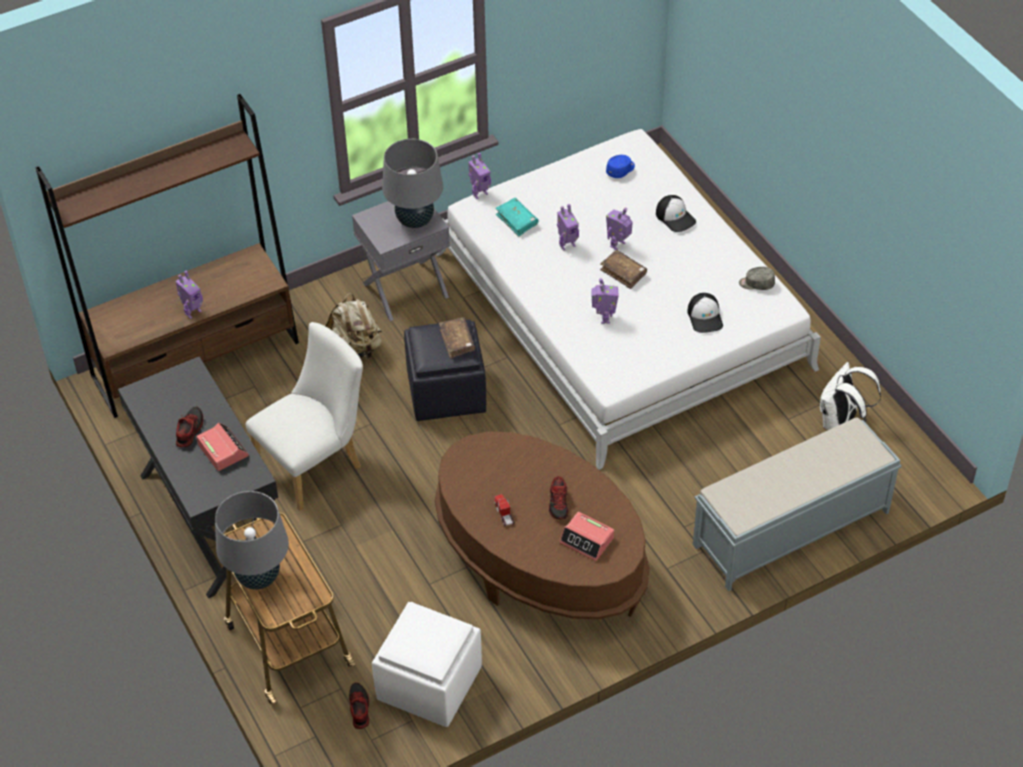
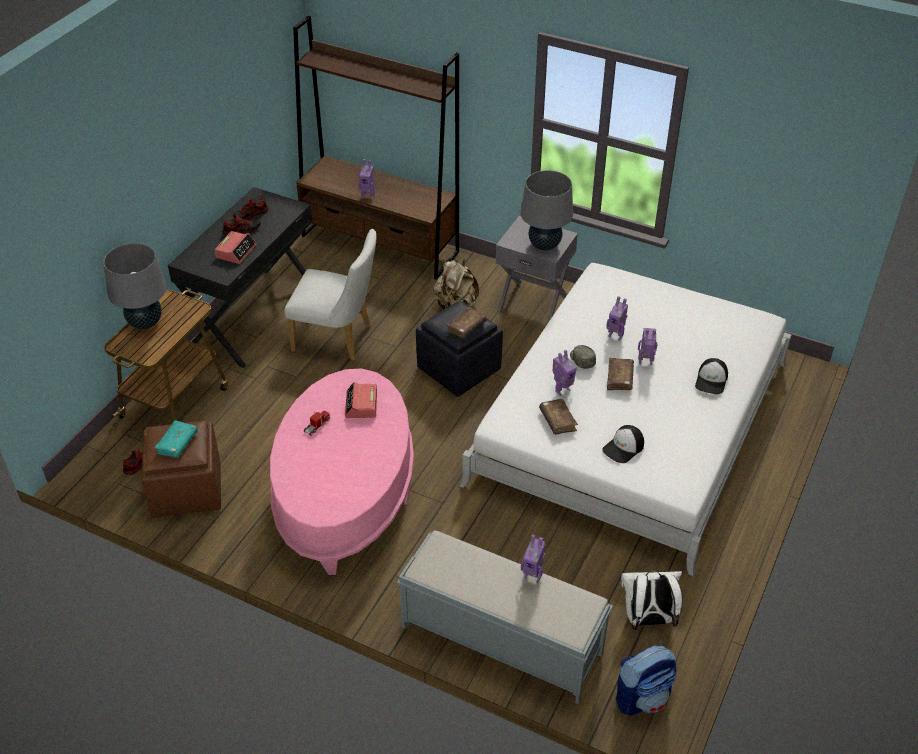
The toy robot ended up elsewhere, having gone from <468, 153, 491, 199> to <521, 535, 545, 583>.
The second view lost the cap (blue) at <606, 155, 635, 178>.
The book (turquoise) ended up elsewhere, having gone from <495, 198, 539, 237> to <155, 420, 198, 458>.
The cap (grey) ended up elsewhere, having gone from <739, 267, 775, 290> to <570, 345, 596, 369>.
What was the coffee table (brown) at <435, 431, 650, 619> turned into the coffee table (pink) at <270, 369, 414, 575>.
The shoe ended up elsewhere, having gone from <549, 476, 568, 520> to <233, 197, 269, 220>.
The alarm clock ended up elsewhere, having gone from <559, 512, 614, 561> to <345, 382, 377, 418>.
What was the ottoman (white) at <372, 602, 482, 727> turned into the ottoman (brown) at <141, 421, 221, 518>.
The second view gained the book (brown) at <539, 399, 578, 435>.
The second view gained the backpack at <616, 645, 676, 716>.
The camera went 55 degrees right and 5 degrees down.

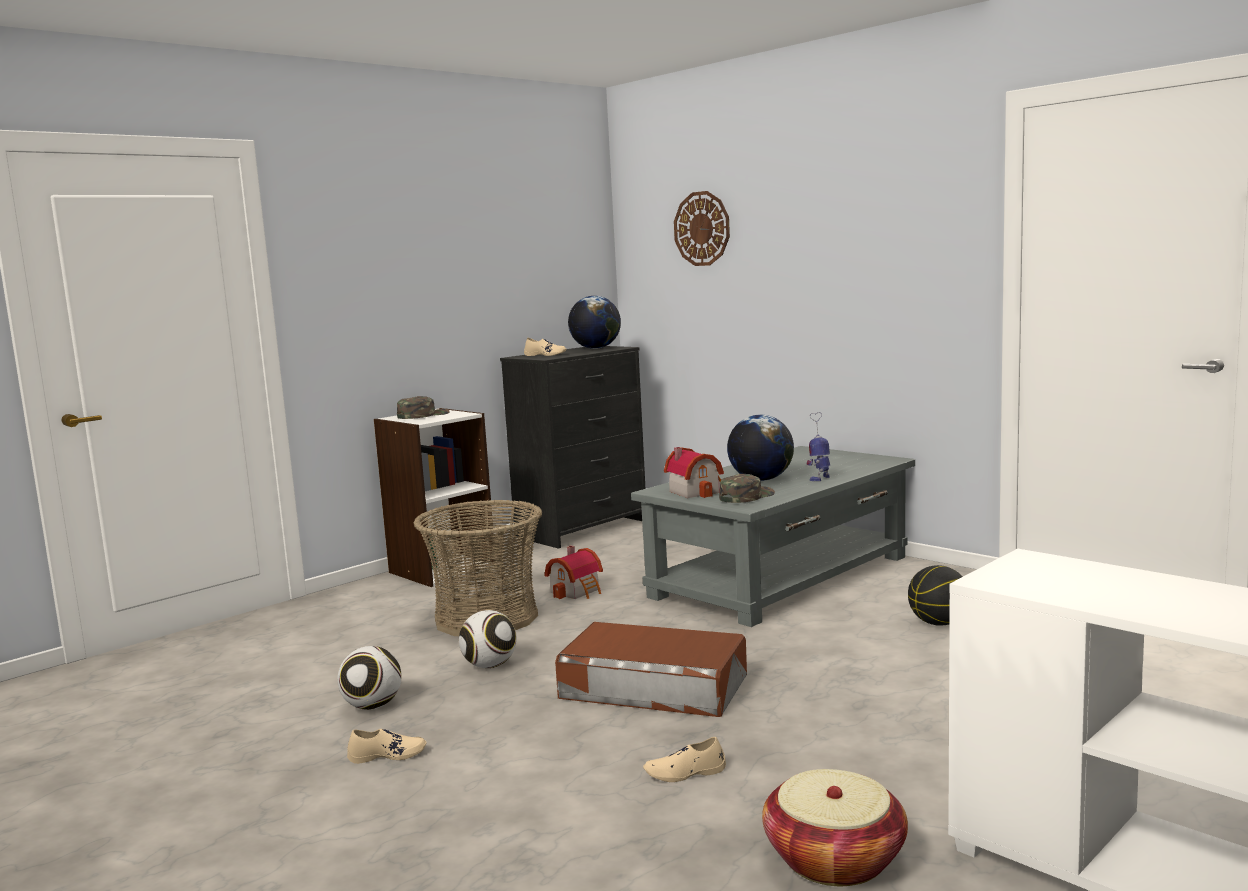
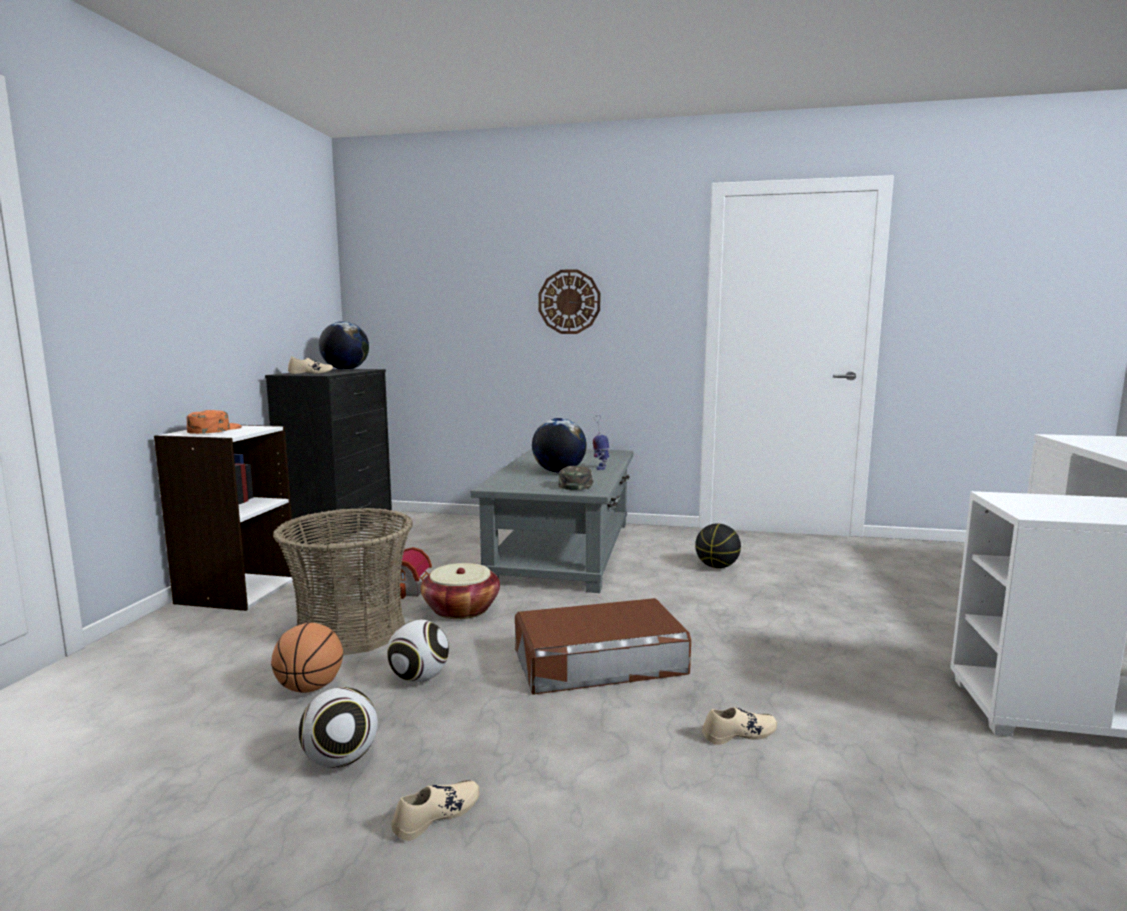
The wall clock ended up elsewhere, having gone from <674, 191, 730, 266> to <538, 269, 600, 334>.
What was the cap (green) at <397, 396, 450, 419> turned into the cap (orange) at <187, 410, 242, 434>.
The second view lost the toy house at <664, 447, 724, 498>.
The shoe (beige) at <643, 737, 726, 782> ended up facing another way, 150 degrees counterclockwise from before.
The basket ended up elsewhere, having gone from <762, 769, 908, 886> to <421, 563, 500, 619>.
The second view gained the basketball at <271, 623, 343, 693>.
The camera went 35 degrees left and 0 degrees up.

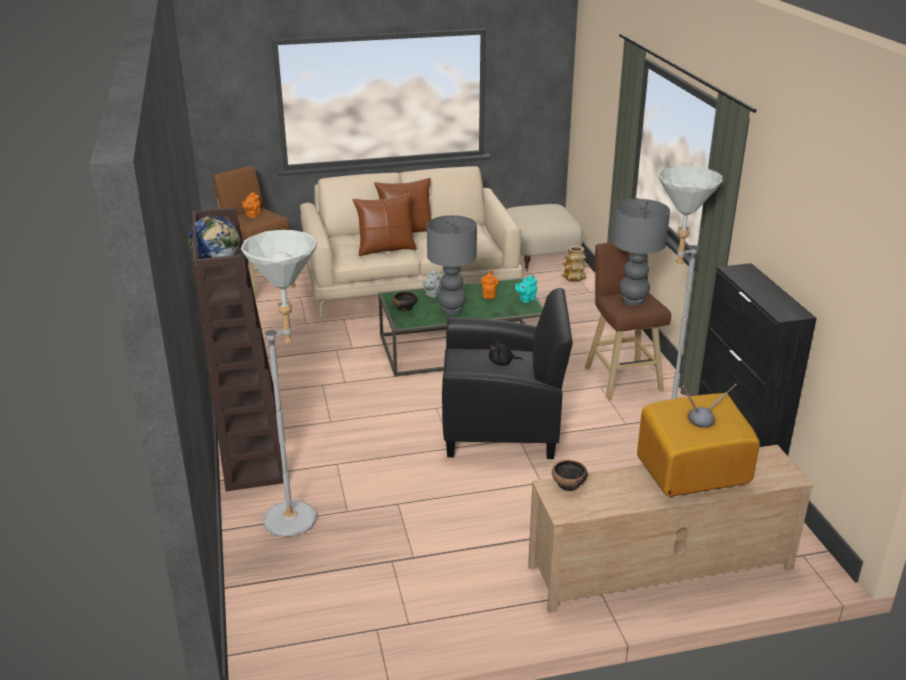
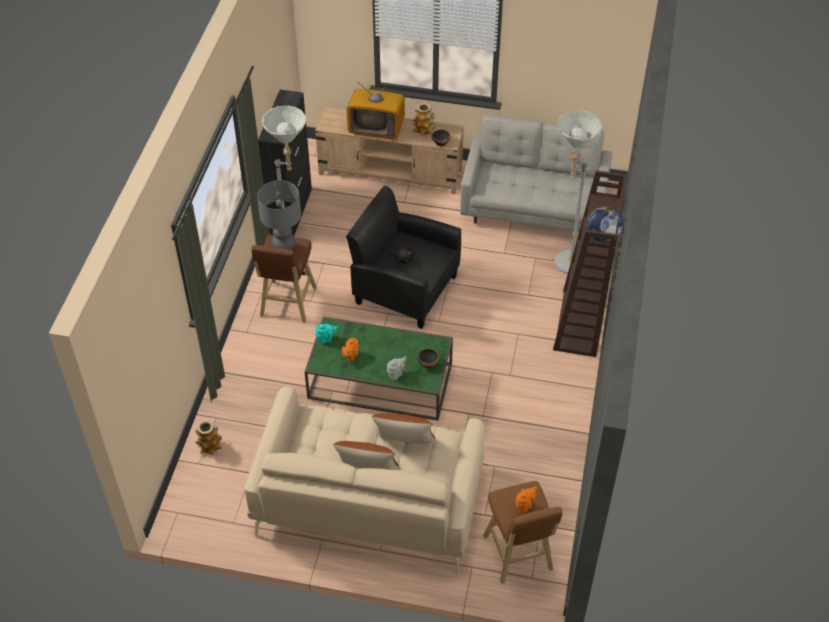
The second view lost the ottoman (beige) at <506, 204, 583, 271>.
The second view lost the table lamp (grey) at <427, 215, 477, 315>.
The second view gained the vase at <413, 103, 436, 135>.
The second view gained the sofa (grey) at <460, 114, 612, 232>.
The camera went 155 degrees left and 20 degrees up.

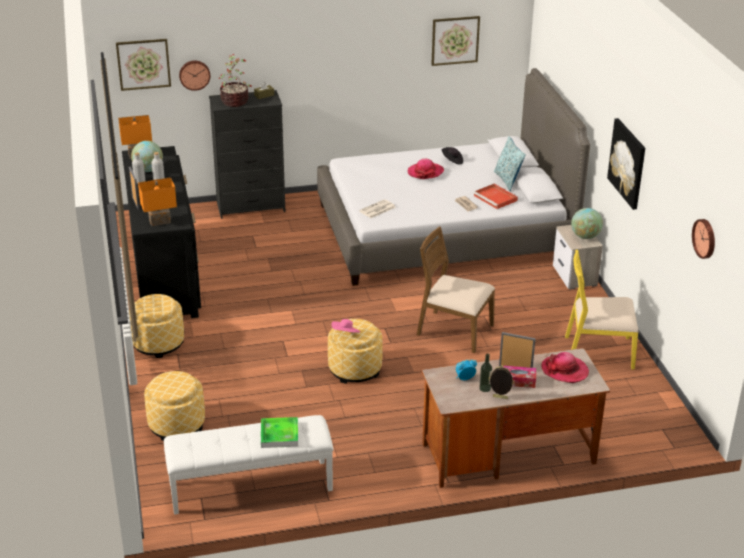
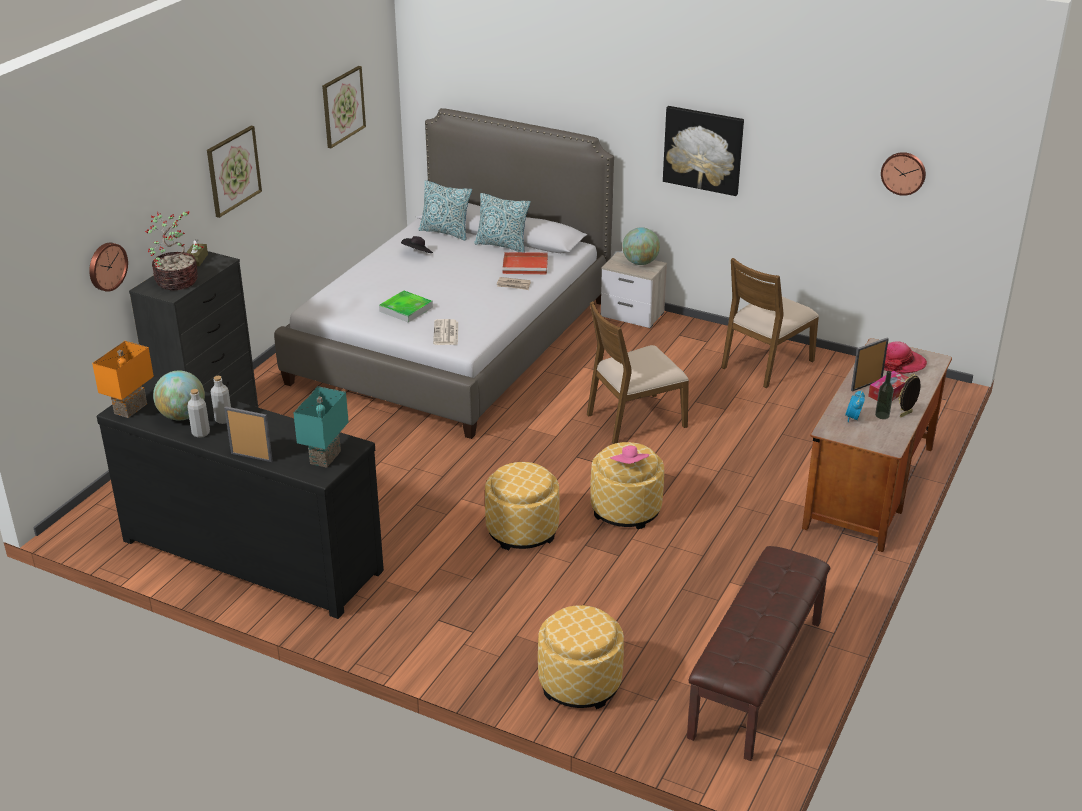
The picture ended up elsewhere, having gone from <116, 39, 171, 91> to <207, 126, 262, 218>.
The second view lost the hat at <408, 159, 444, 179>.
What was the table lamp (orange) at <138, 177, 177, 226> turned into the table lamp (turquoise) at <293, 386, 349, 468>.
What was the chair (yellow) at <565, 250, 639, 370> turned into the chair (brown) at <721, 258, 819, 388>.
The ottoman ended up elsewhere, having gone from <129, 294, 184, 358> to <485, 462, 560, 550>.
What was the bench (white) at <164, 415, 334, 515> turned into the bench (brown) at <687, 546, 830, 761>.
The tray ended up elsewhere, having gone from <261, 417, 298, 448> to <379, 290, 433, 323>.
The second view gained the pillow at <418, 180, 472, 240>.
The camera went 50 degrees left and 0 degrees up.

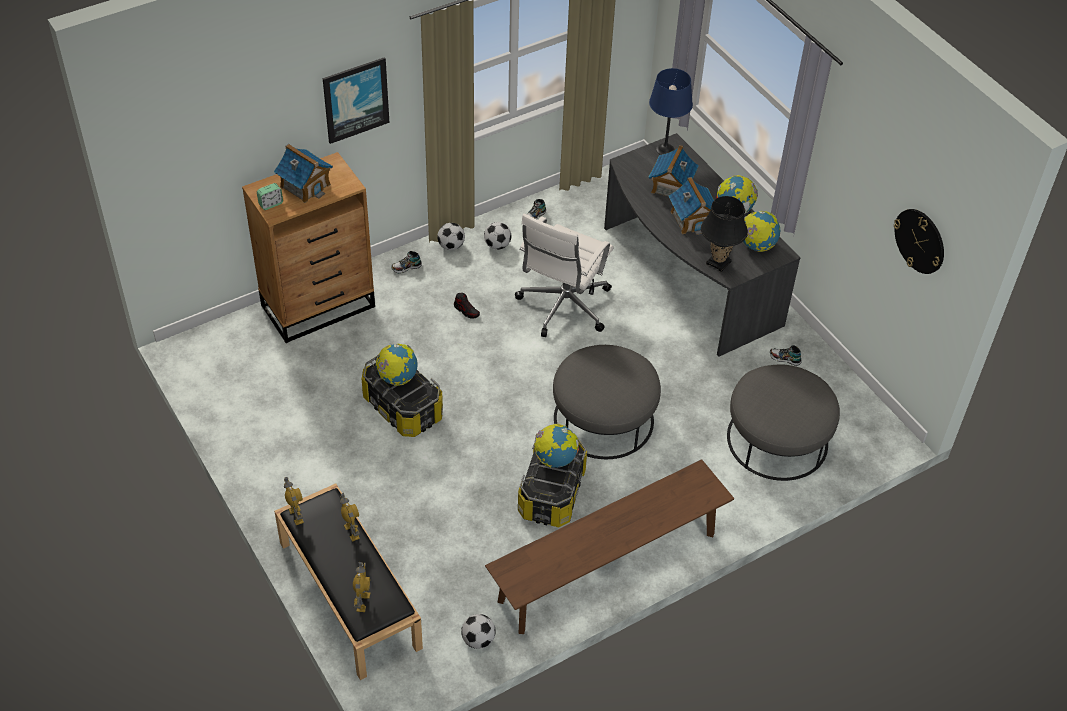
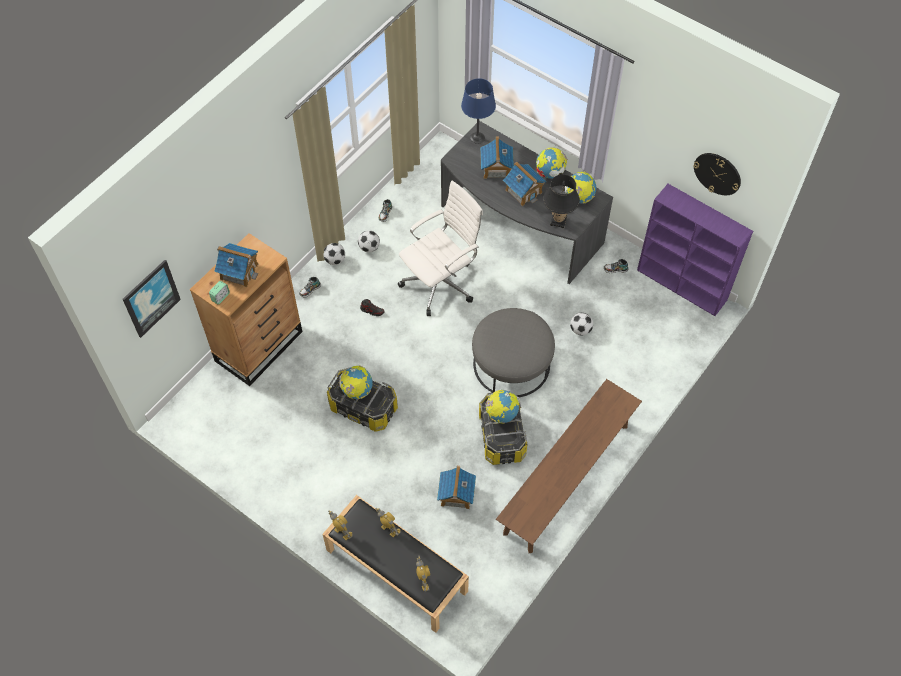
The picture ended up elsewhere, having gone from <323, 57, 389, 144> to <123, 260, 181, 338>.
The office chair (white) at <515, 214, 614, 337> ended up facing another way, 135 degrees counterclockwise from before.
The second view lost the ottoman (grey) at <727, 364, 840, 481>.
The football ended up elsewhere, having gone from <461, 614, 495, 649> to <570, 313, 593, 335>.
The second view gained the bookcase (purple) at <637, 184, 753, 316>.
The second view gained the toy house at <437, 466, 476, 509>.
The camera went 20 degrees left and 10 degrees up.

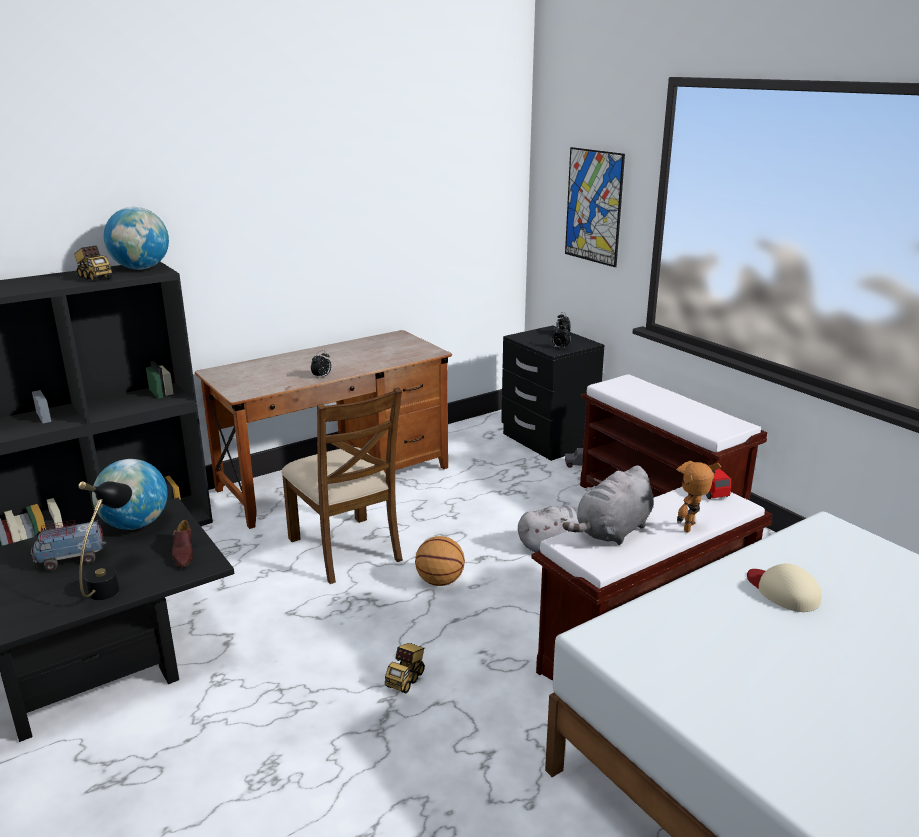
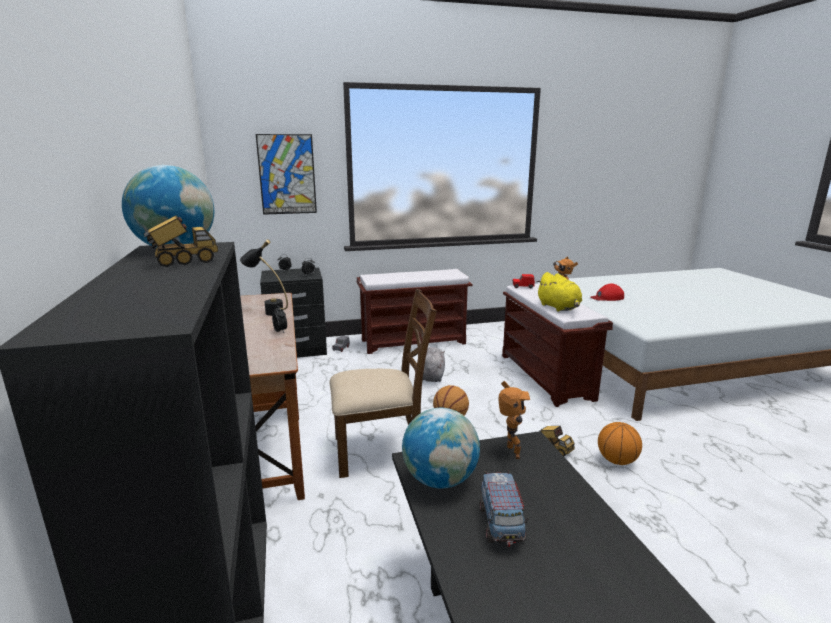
What was the plush toy (grey) at <563, 465, 653, 545> turned into the plush toy (yellow) at <536, 272, 582, 312>.
The table lamp (black) ended up elsewhere, having gone from <79, 481, 132, 600> to <240, 240, 288, 316>.
Where the shoe (brown) stood at <172, 520, 194, 568>, the toy robot came to stand at <498, 381, 530, 459>.
What was the cap (beige) at <747, 563, 822, 612> turned into the cap (red) at <591, 284, 624, 301>.
The second view gained the basketball at <598, 422, 642, 465>.
The camera went 70 degrees left and 5 degrees down.

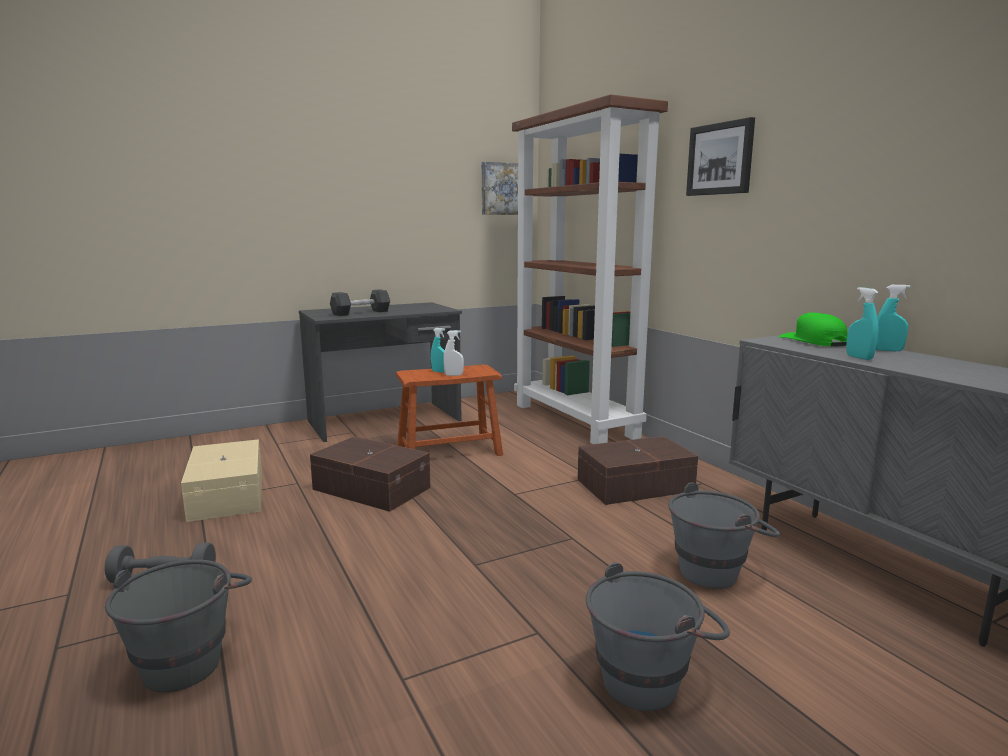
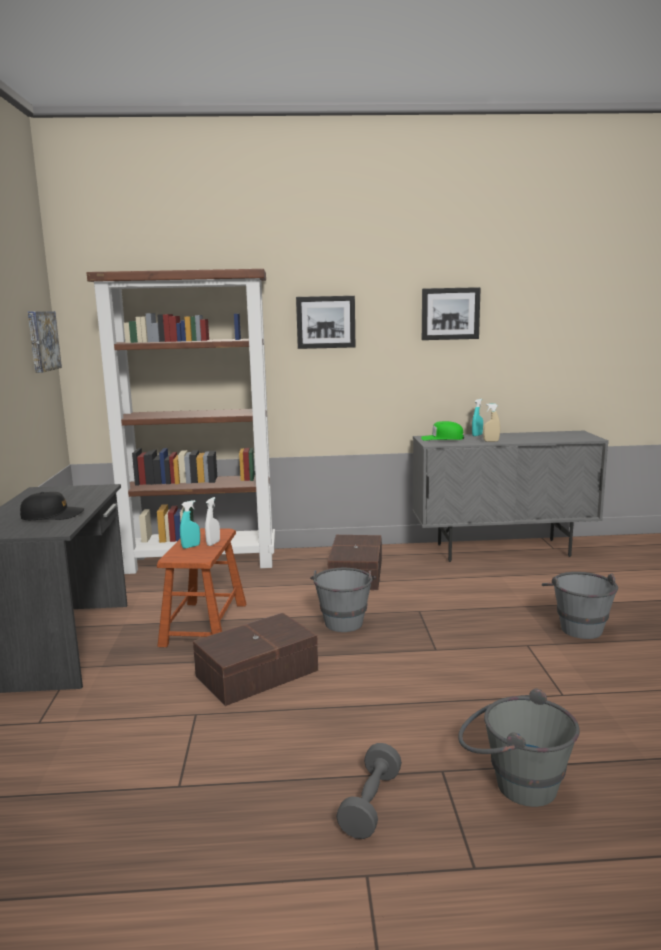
What was the spray bottle (turquoise) at <846, 287, 879, 360> turned into the spray bottle (beige) at <483, 404, 500, 442>.
Where the dumbbell (black) stood at <330, 289, 390, 316>, the cap (black) came to stand at <20, 492, 84, 520>.
The second view lost the storage box (beige) at <181, 439, 262, 522>.
The bucket (grey) ended up elsewhere, having gone from <668, 482, 780, 589> to <310, 568, 376, 632>.
The second view gained the picture at <422, 287, 481, 340>.
The camera went 65 degrees left and 0 degrees up.

